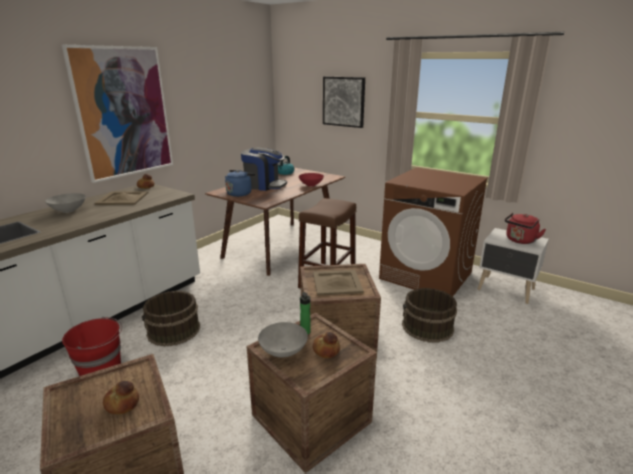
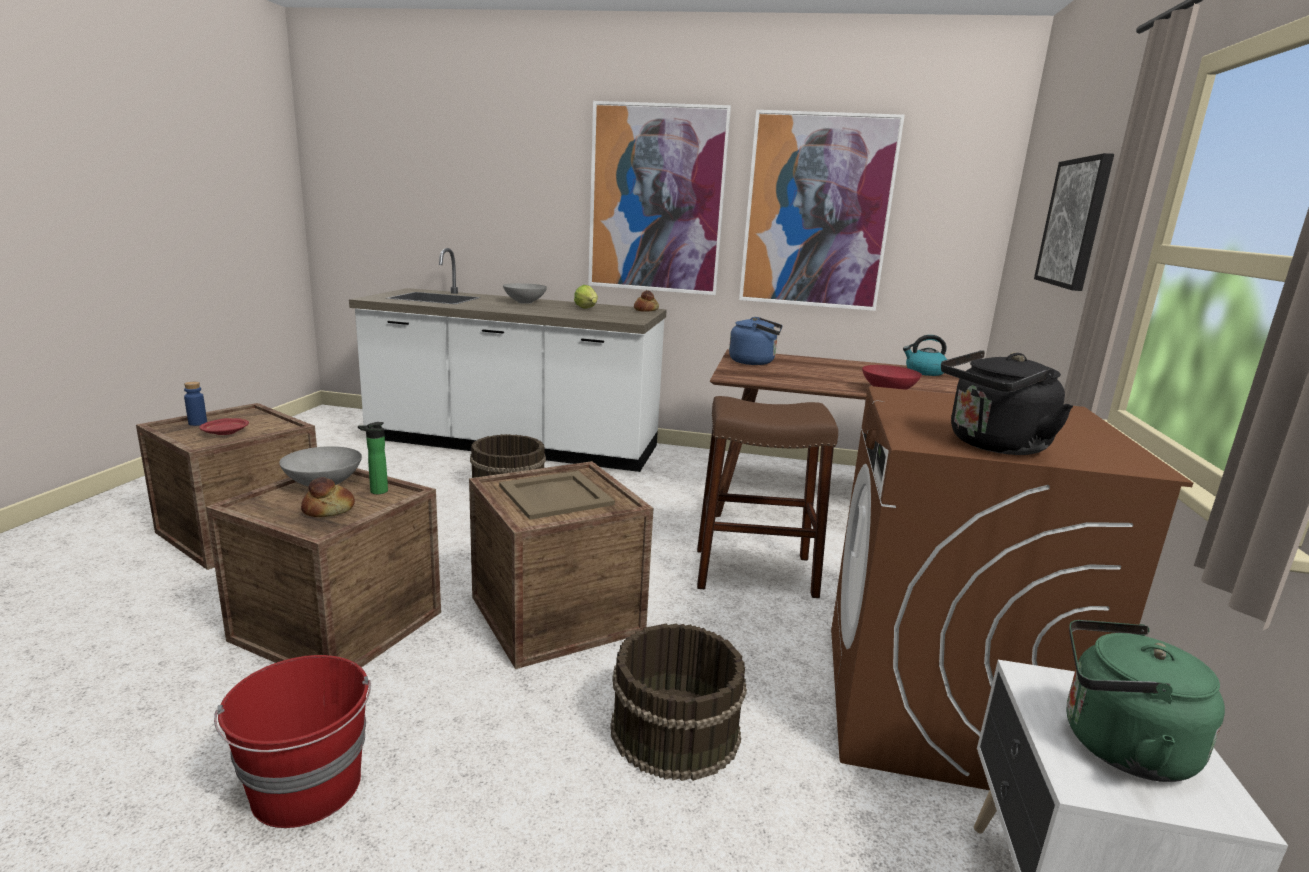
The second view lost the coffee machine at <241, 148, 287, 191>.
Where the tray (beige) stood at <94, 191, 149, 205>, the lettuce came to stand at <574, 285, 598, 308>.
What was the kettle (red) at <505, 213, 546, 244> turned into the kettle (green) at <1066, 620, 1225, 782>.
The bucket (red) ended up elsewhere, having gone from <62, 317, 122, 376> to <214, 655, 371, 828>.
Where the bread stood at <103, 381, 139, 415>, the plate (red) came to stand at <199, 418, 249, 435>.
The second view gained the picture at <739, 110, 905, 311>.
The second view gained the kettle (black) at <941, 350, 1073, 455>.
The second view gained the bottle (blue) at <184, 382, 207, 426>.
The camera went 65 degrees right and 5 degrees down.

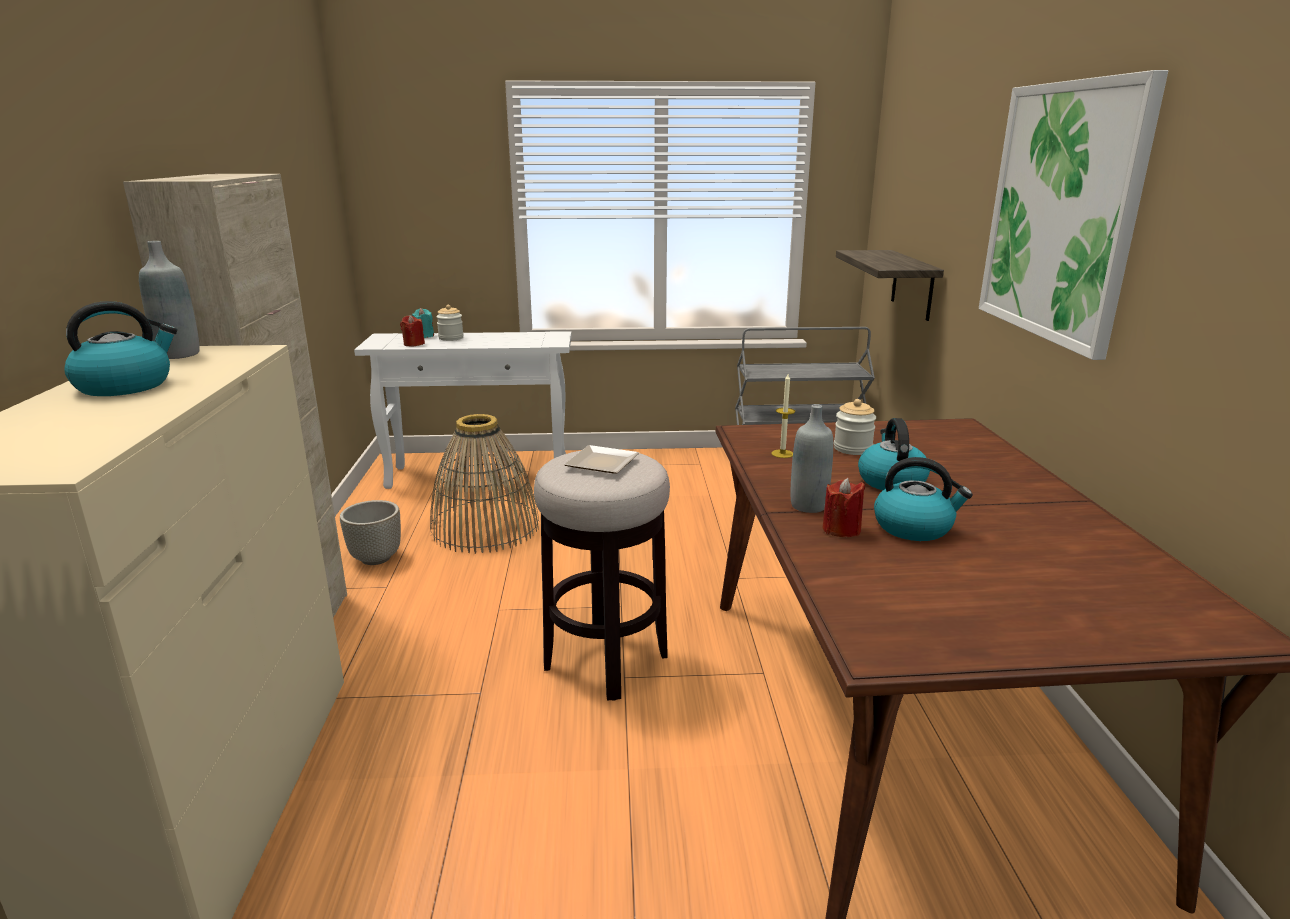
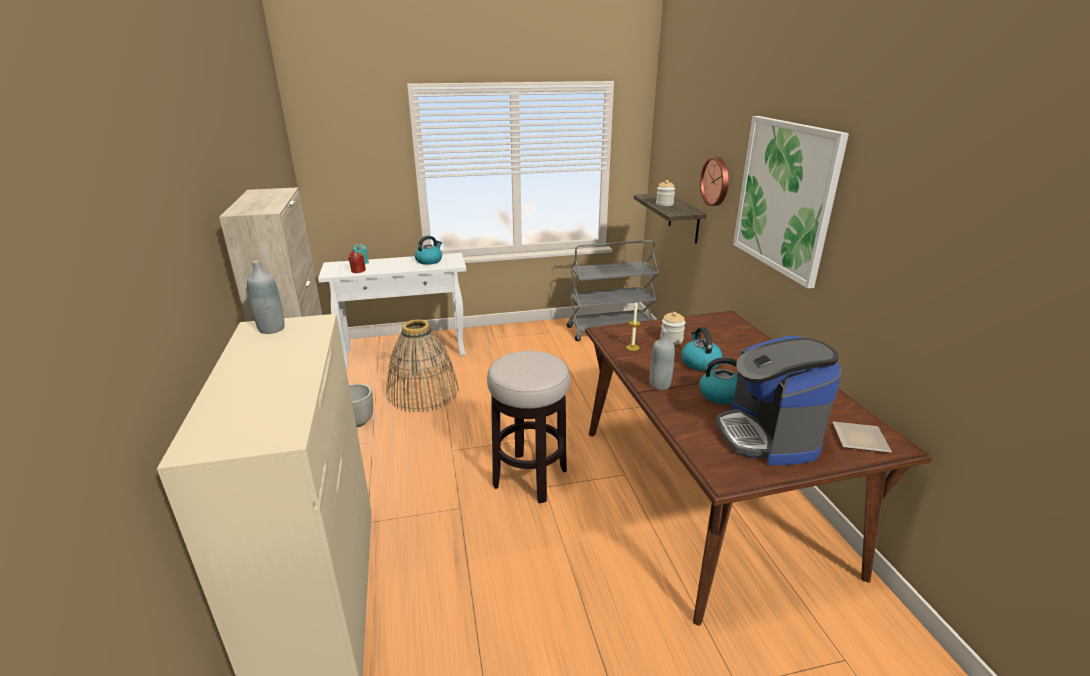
The kettle ended up elsewhere, having gone from <65, 301, 177, 396> to <415, 236, 442, 265>.
The jar ended up elsewhere, having gone from <436, 305, 464, 341> to <656, 180, 675, 206>.
The plate ended up elsewhere, having gone from <564, 445, 639, 474> to <833, 422, 892, 453>.
The second view lost the candle (red) at <822, 478, 865, 537>.
The second view gained the wall clock at <700, 157, 729, 206>.
The second view gained the coffee machine at <716, 336, 842, 466>.
The camera went 10 degrees left and 5 degrees up.

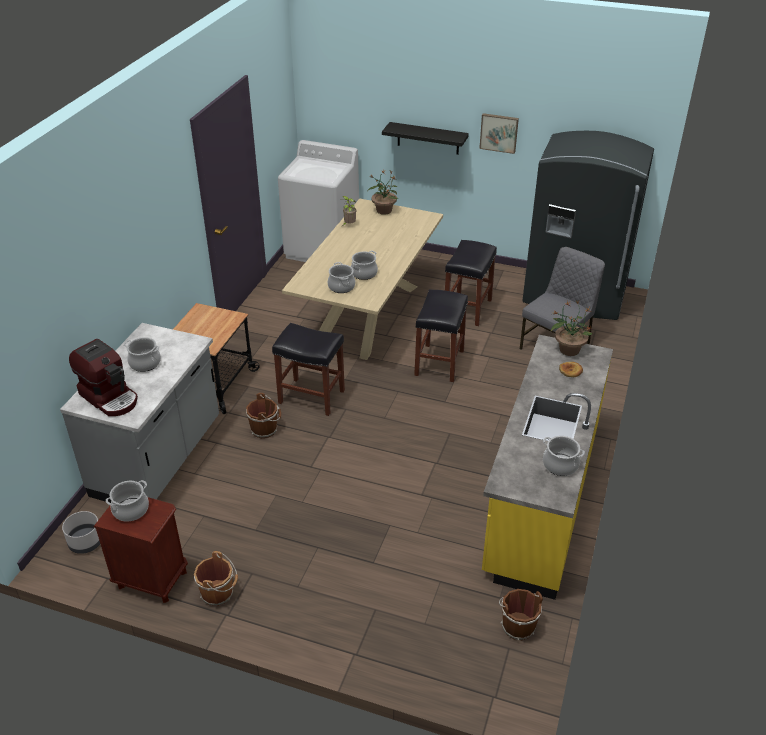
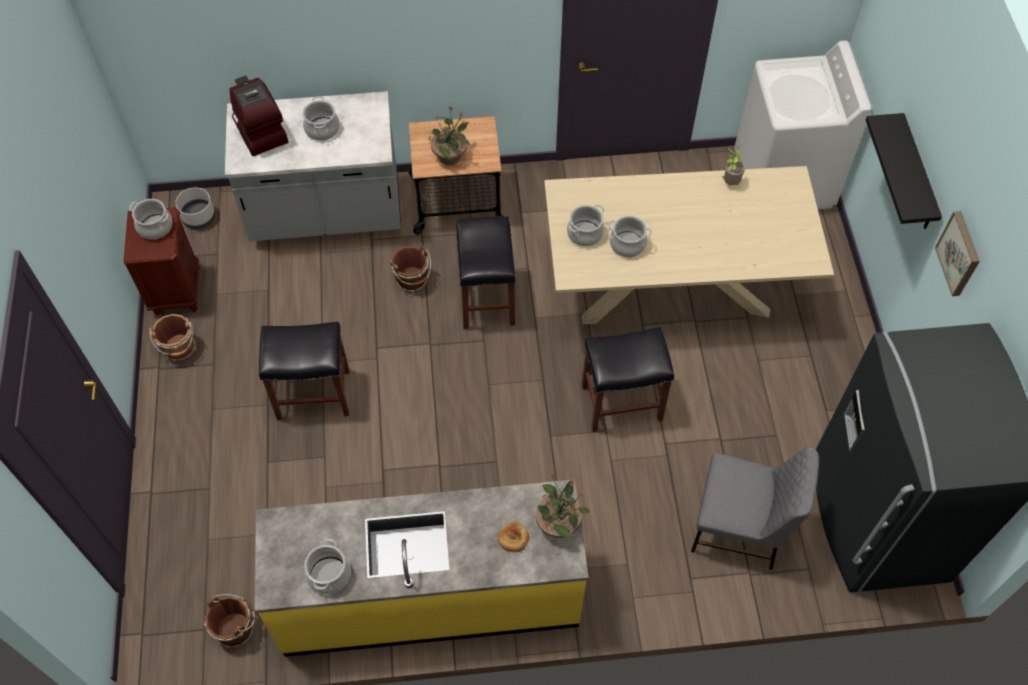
The potted plant ended up elsewhere, having gone from <368, 169, 398, 215> to <426, 105, 470, 165>.
The stool (black) ended up elsewhere, having gone from <445, 240, 497, 326> to <259, 322, 349, 420>.
The coffee machine at <69, 339, 138, 416> ended up facing another way, 135 degrees clockwise from before.
The camera went 65 degrees right and 20 degrees up.

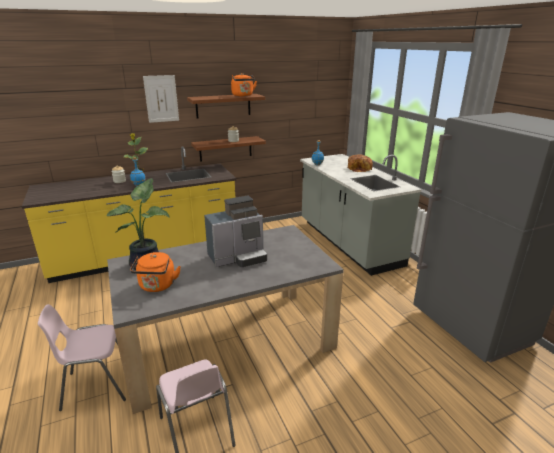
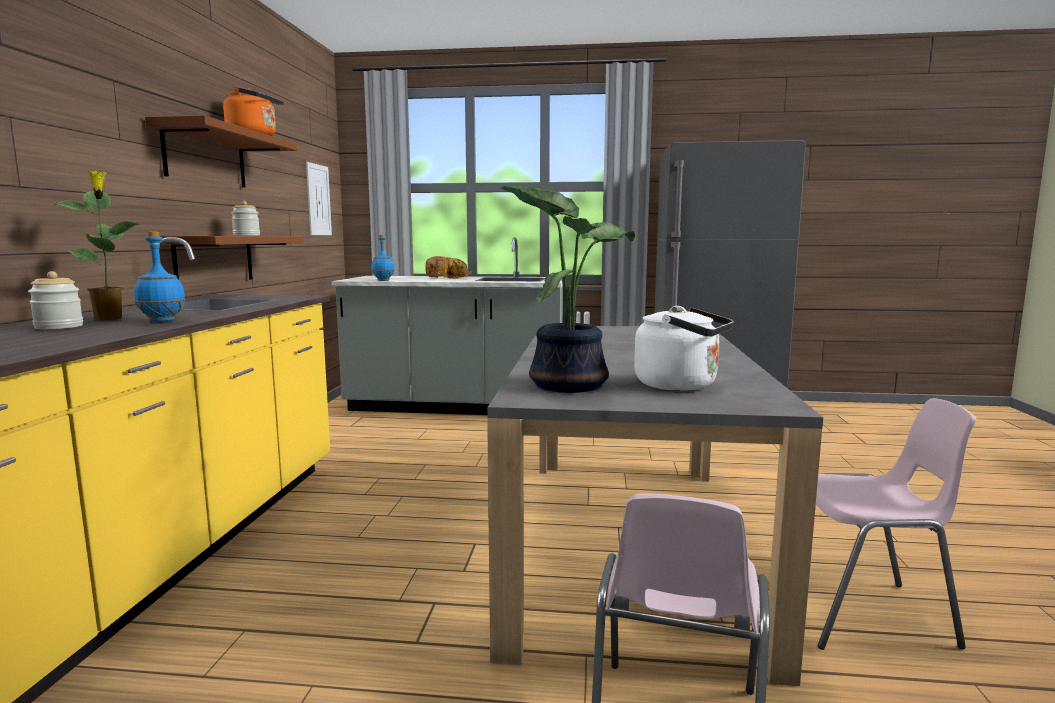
The picture ended up elsewhere, having gone from <143, 75, 179, 123> to <306, 162, 332, 235>.
The second view lost the coffee machine at <204, 195, 267, 267>.
What was the kettle (orange) at <130, 252, 181, 292> turned into the kettle (white) at <634, 306, 734, 391>.
The camera went 60 degrees left and 15 degrees down.

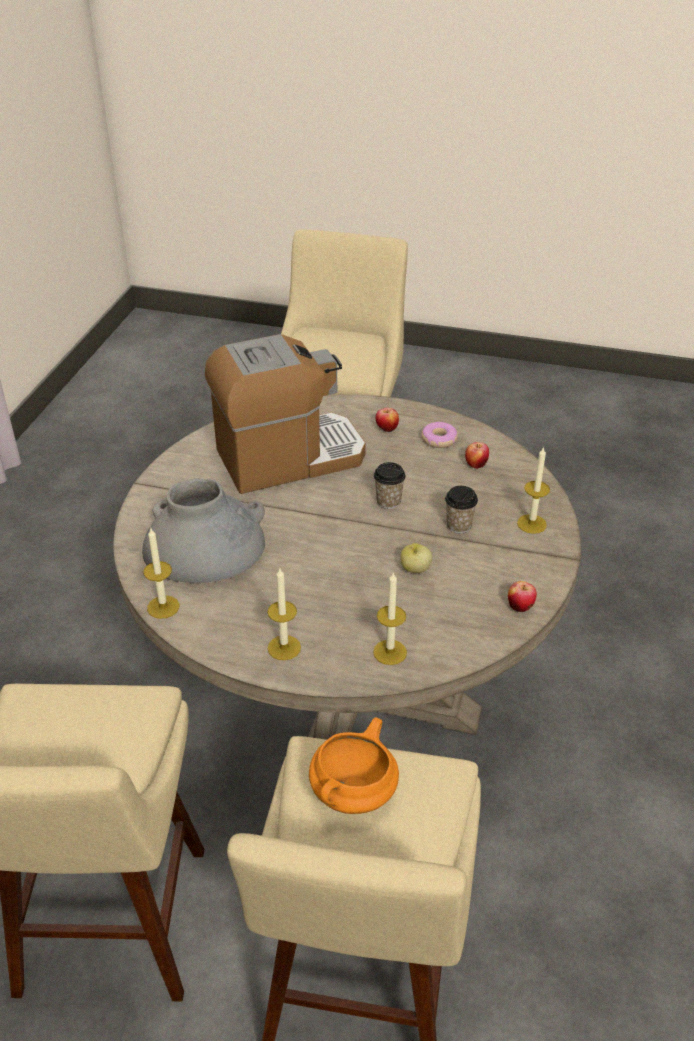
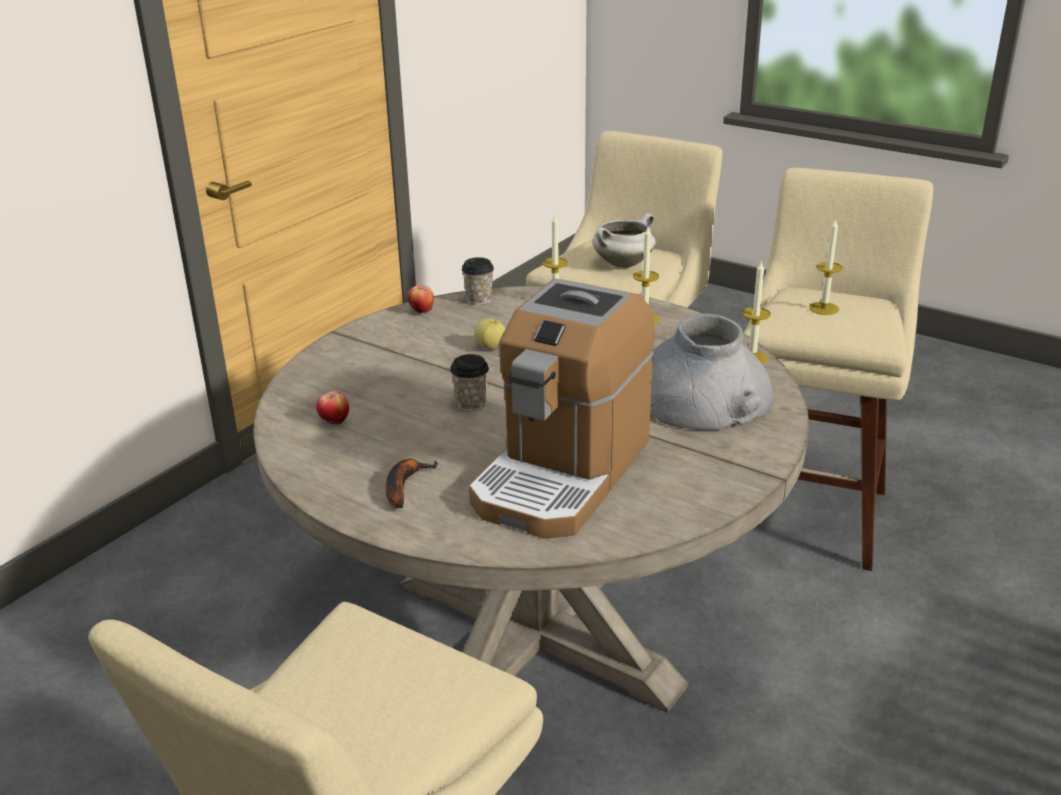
The coffee machine at <205, 334, 366, 494> ended up facing another way, 60 degrees counterclockwise from before.
Where the apple stood at <376, 408, 399, 432>, the banana came to stand at <386, 459, 438, 508>.
The second view lost the donut at <421, 422, 458, 448>.
The candle ended up elsewhere, having gone from <517, 446, 550, 534> to <809, 219, 843, 315>.
The cup ended up elsewhere, having gone from <445, 486, 478, 533> to <462, 257, 494, 305>.
What was the cooking pot (orange) at <309, 717, 399, 814> turned into the cooking pot (white) at <593, 213, 656, 268>.
The camera went 160 degrees left and 10 degrees down.

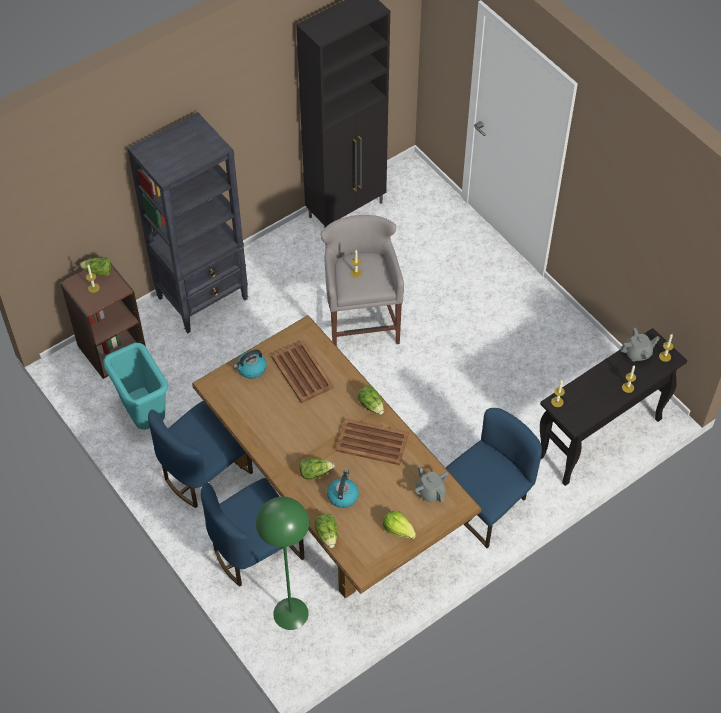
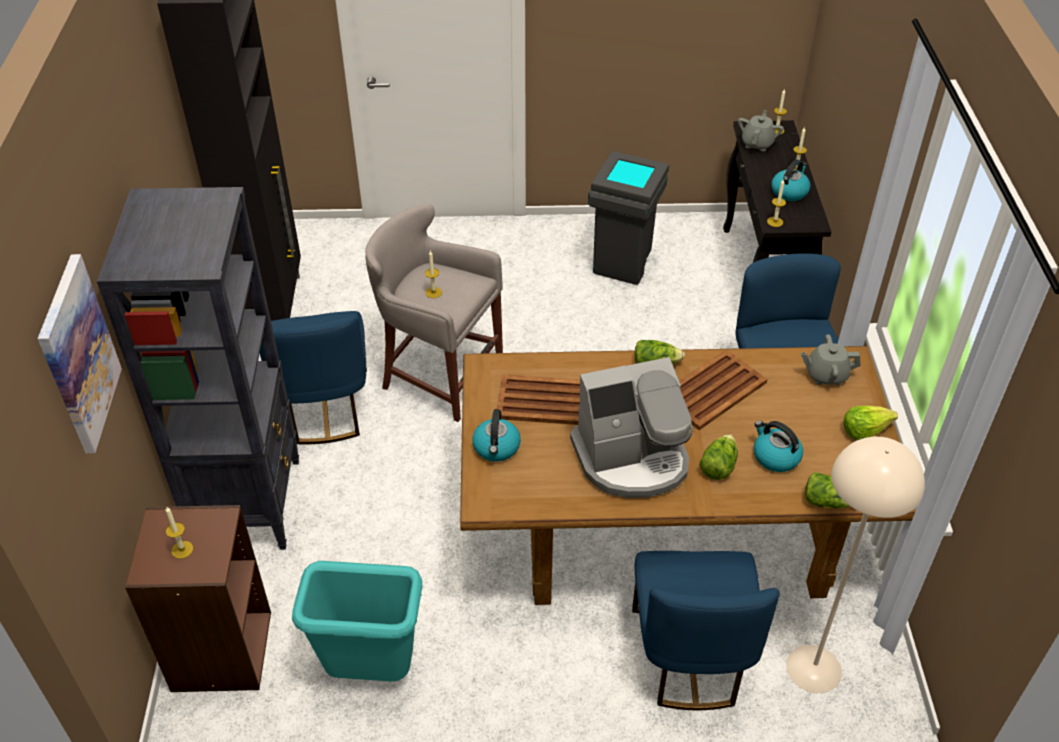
The second view lost the lettuce at <80, 257, 112, 276>.
The chair (blue) ended up elsewhere, having gone from <148, 401, 253, 508> to <260, 311, 367, 444>.
What was the floor lamp (green) at <256, 497, 309, 630> turned into the floor lamp (beige) at <786, 437, 925, 693>.
The second view gained the trash can (grey) at <588, 151, 669, 285>.
The second view gained the kettle at <771, 159, 811, 201>.
The second view gained the picture at <38, 254, 122, 453>.
The second view gained the coffee machine at <570, 357, 693, 498>.
The camera went 55 degrees left and 10 degrees down.

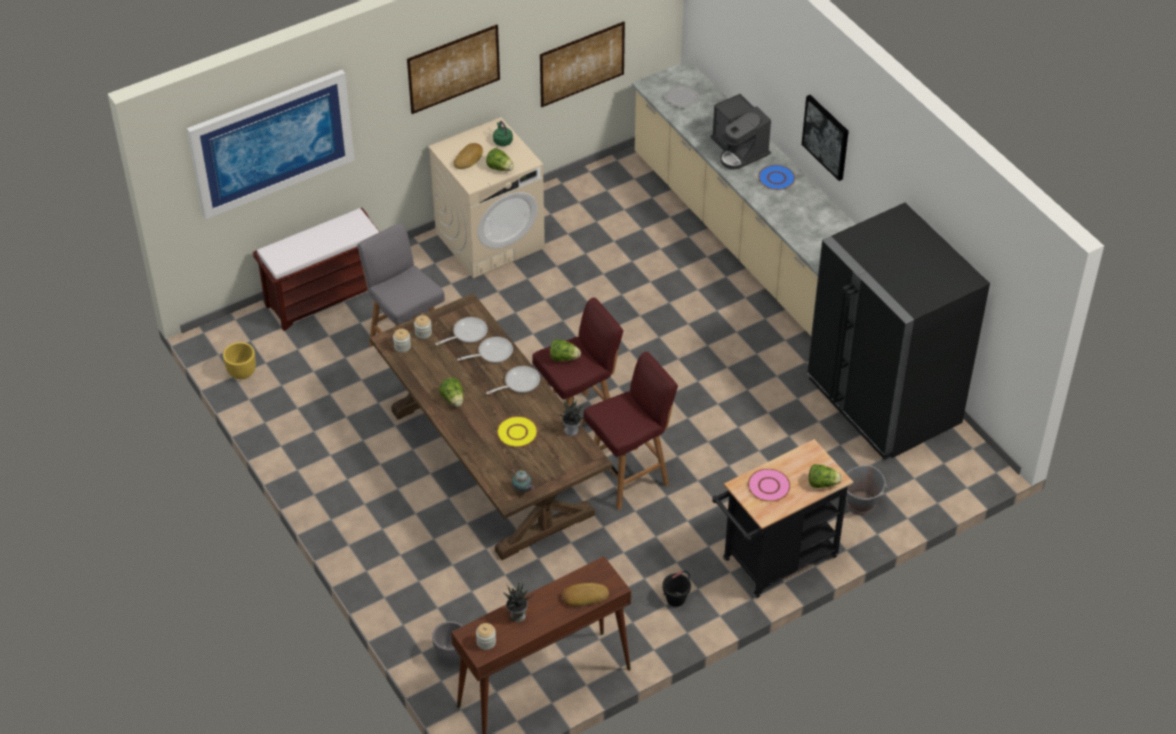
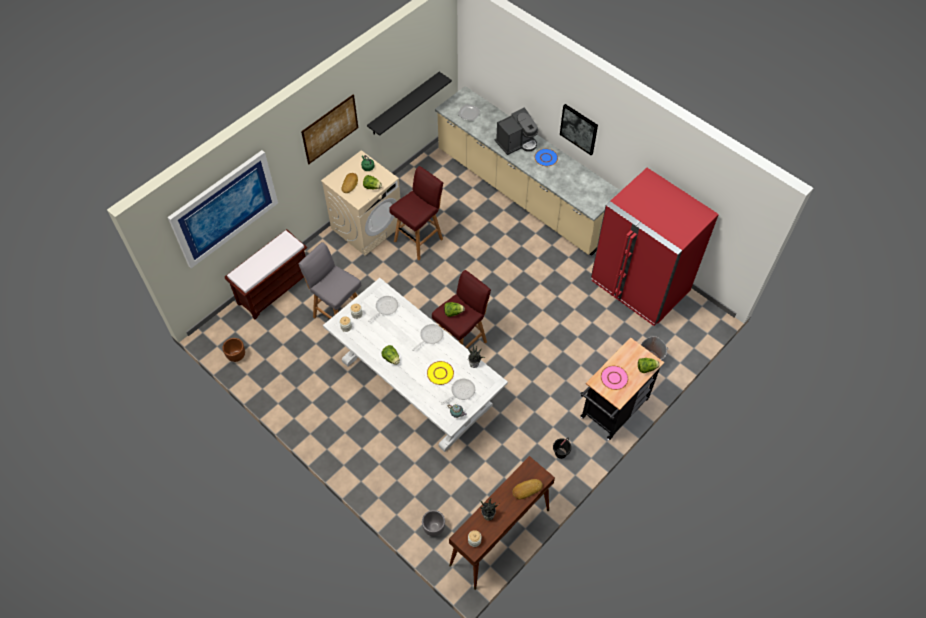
Where the picture hung at <540, 22, 625, 107>, the shelf (black) came to hang at <367, 72, 452, 136>.
The coffee machine at <710, 94, 771, 170> ended up facing another way, 75 degrees counterclockwise from before.
What was the fridge (black) at <807, 203, 990, 460> turned into the fridge (red) at <591, 168, 719, 326>.
What was the dining table (brown) at <370, 293, 612, 560> turned into the dining table (white) at <323, 278, 508, 452>.
The frying pan ended up elsewhere, having gone from <457, 337, 513, 363> to <441, 379, 475, 405>.
What was the planter (yellow) at <223, 342, 256, 379> turned into the planter (brown) at <222, 338, 245, 362>.
The stool (red) ended up elsewhere, having gone from <583, 352, 678, 510> to <389, 166, 443, 260>.
The camera went 15 degrees left and 10 degrees up.

